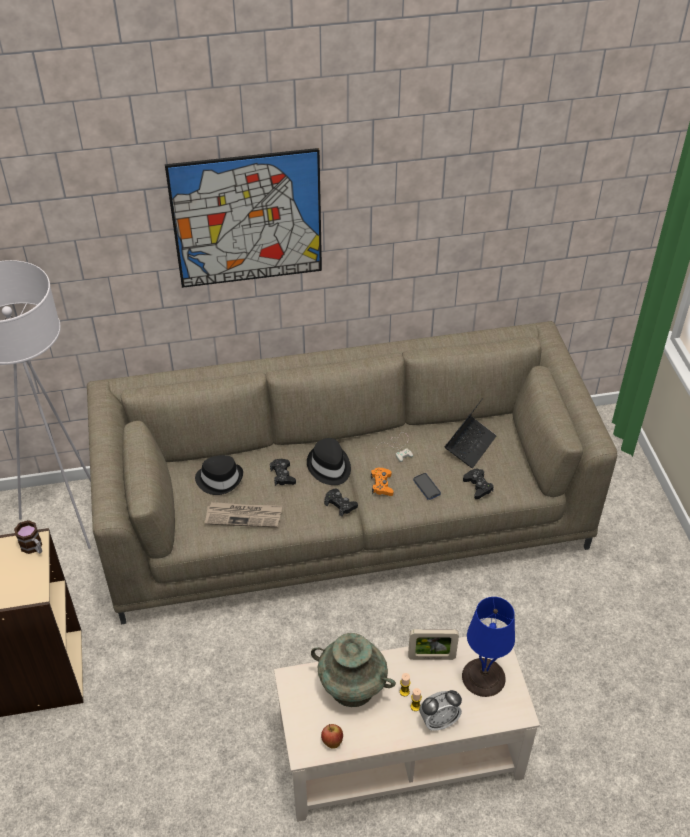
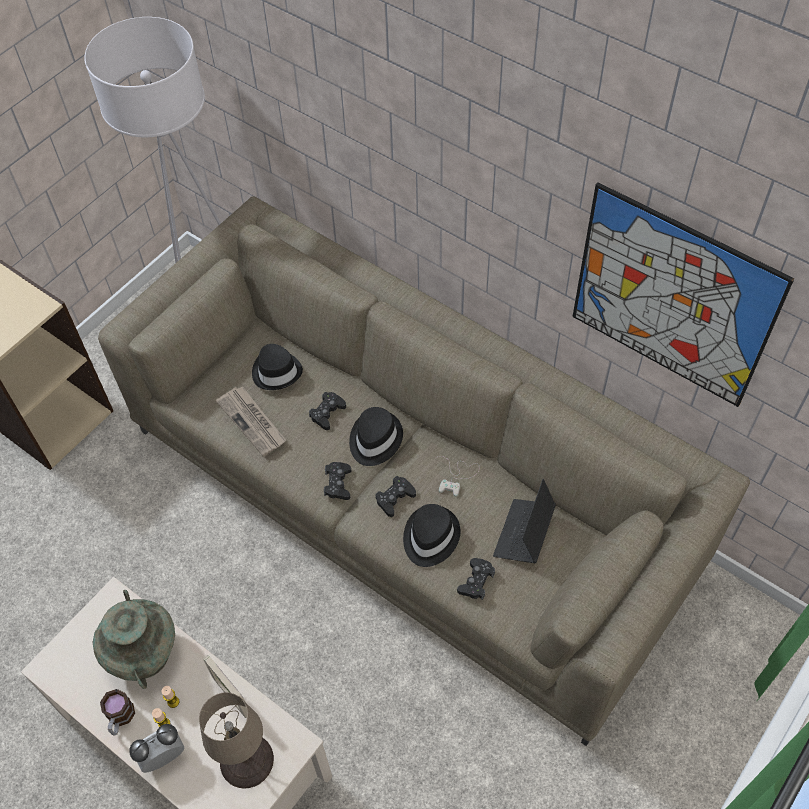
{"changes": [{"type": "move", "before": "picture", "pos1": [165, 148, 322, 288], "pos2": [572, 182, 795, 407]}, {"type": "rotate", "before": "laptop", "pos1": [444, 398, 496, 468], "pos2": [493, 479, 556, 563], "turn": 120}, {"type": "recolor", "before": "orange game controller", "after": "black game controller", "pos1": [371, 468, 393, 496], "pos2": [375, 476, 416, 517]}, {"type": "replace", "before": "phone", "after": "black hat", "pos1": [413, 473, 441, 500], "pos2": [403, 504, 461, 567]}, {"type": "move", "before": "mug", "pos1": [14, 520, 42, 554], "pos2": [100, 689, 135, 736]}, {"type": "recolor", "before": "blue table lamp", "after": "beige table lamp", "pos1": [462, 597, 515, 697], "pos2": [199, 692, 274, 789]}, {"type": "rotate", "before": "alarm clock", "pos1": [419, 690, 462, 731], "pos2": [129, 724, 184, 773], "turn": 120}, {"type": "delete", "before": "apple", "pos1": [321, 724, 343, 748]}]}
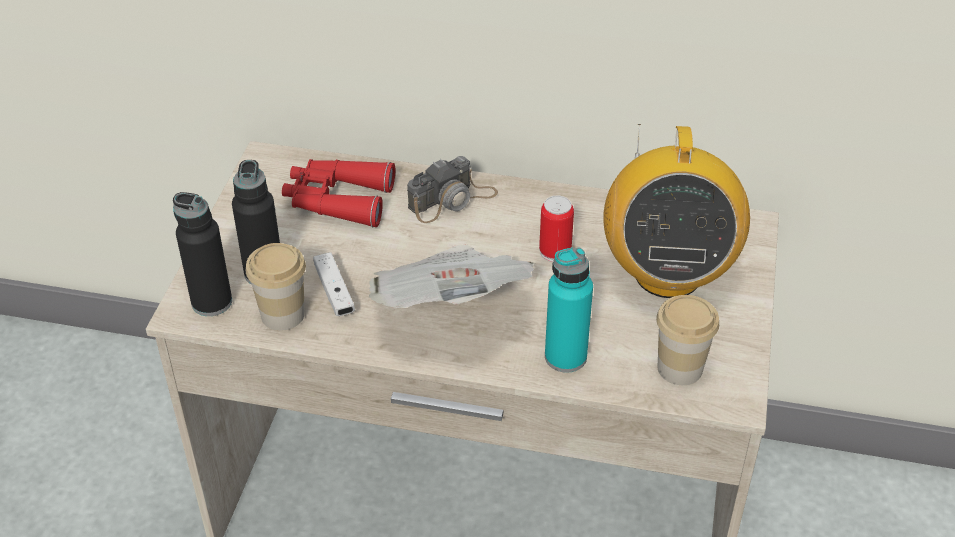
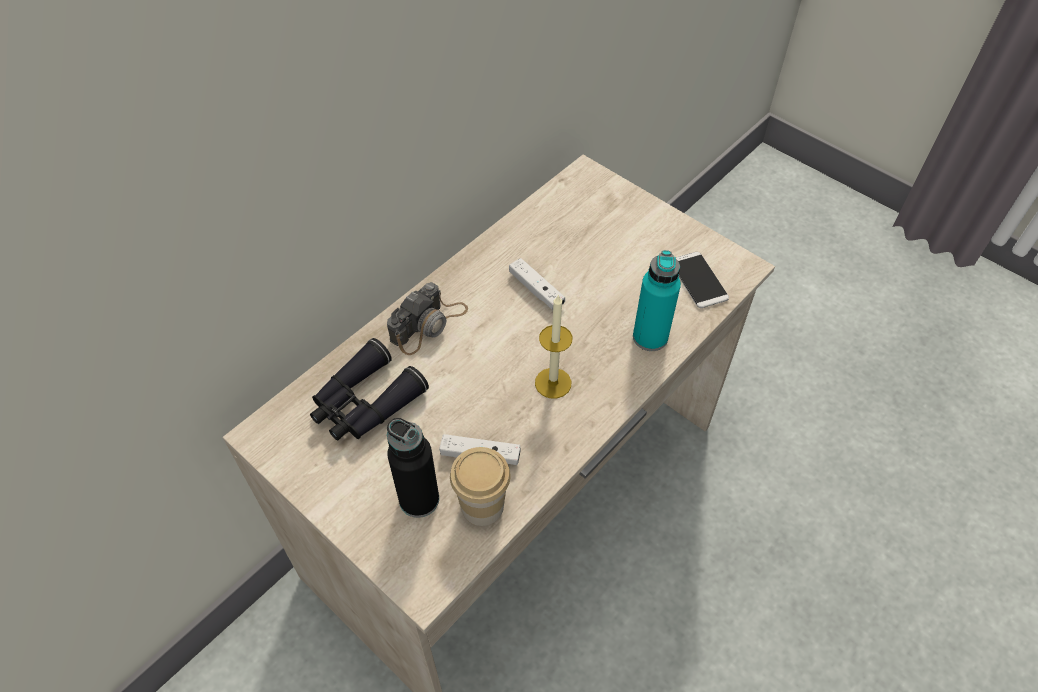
{"changes": [{"type": "delete", "before": "radio", "pos1": [603, 124, 750, 298]}, {"type": "rotate", "before": "photo camera", "pos1": [407, 156, 498, 223], "pos2": [387, 282, 468, 355], "turn": 45}, {"type": "recolor", "before": "red binoculars", "after": "black binoculars", "pos1": [282, 159, 395, 227], "pos2": [310, 338, 429, 440]}, {"type": "delete", "before": "black bottle", "pos1": [173, 192, 232, 316]}, {"type": "replace", "before": "can", "after": "white game controller", "pos1": [539, 196, 574, 262], "pos2": [509, 258, 565, 310]}, {"type": "replace", "before": "newspaper", "after": "candle", "pos1": [369, 245, 535, 308], "pos2": [535, 295, 572, 399]}, {"type": "replace", "before": "cup", "after": "phone", "pos1": [656, 295, 719, 385], "pos2": [676, 252, 729, 308]}]}
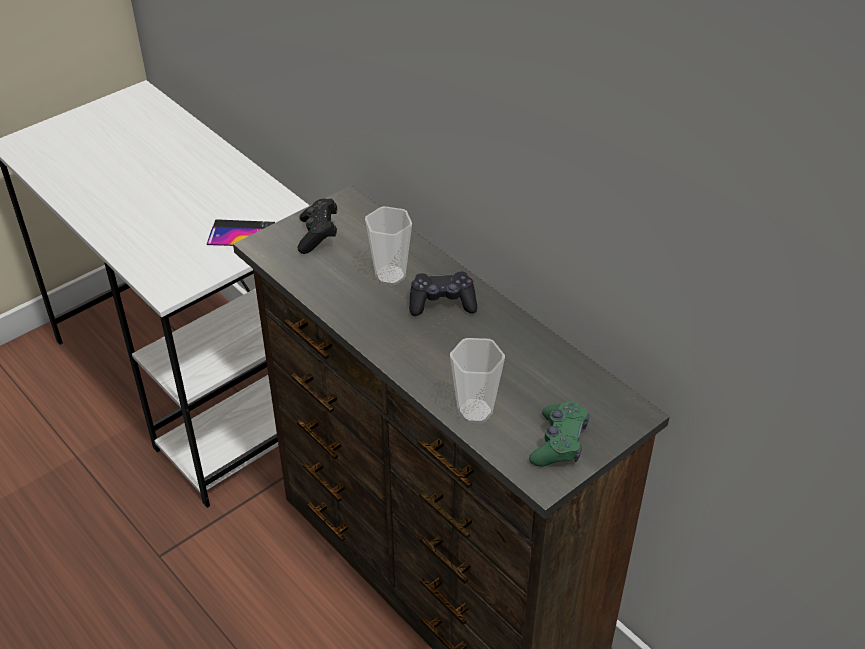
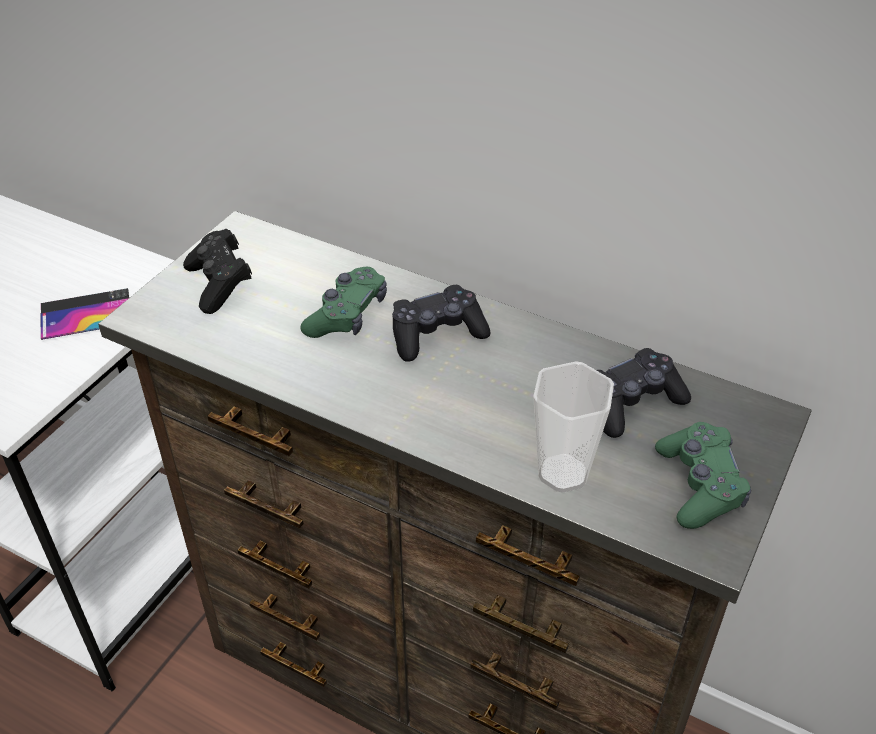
{"changes": [{"type": "replace", "before": "cup", "after": "green game controller", "pos1": [365, 206, 412, 285], "pos2": [301, 267, 387, 338]}, {"type": "insert", "after": "black game controller", "pos2": [596, 348, 691, 438]}]}
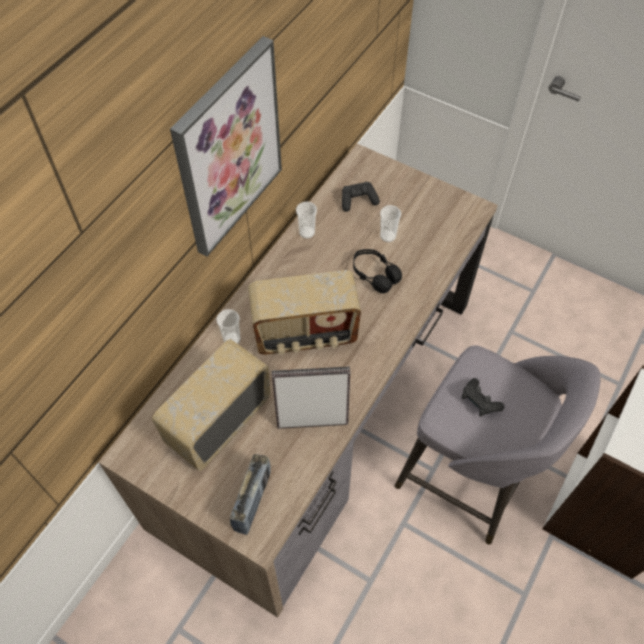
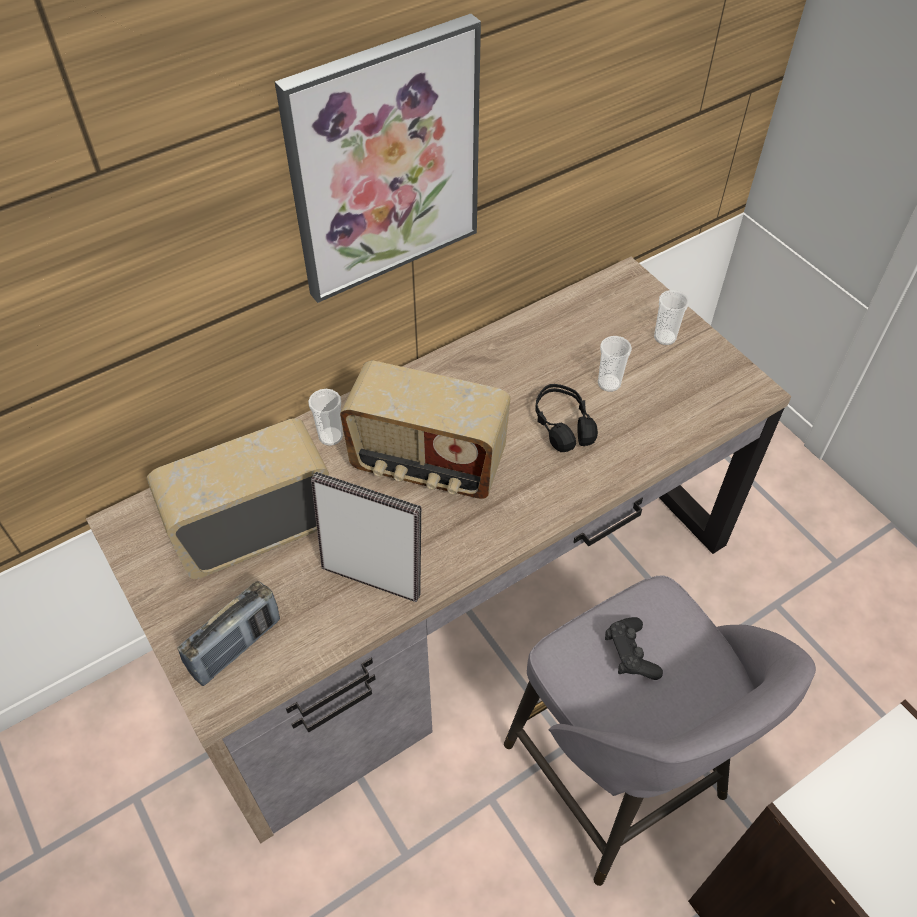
{"changes": [{"type": "delete", "before": "black game controller", "pos1": [342, 182, 380, 212]}, {"type": "move", "before": "cup", "pos1": [296, 202, 317, 239], "pos2": [654, 290, 689, 345]}]}
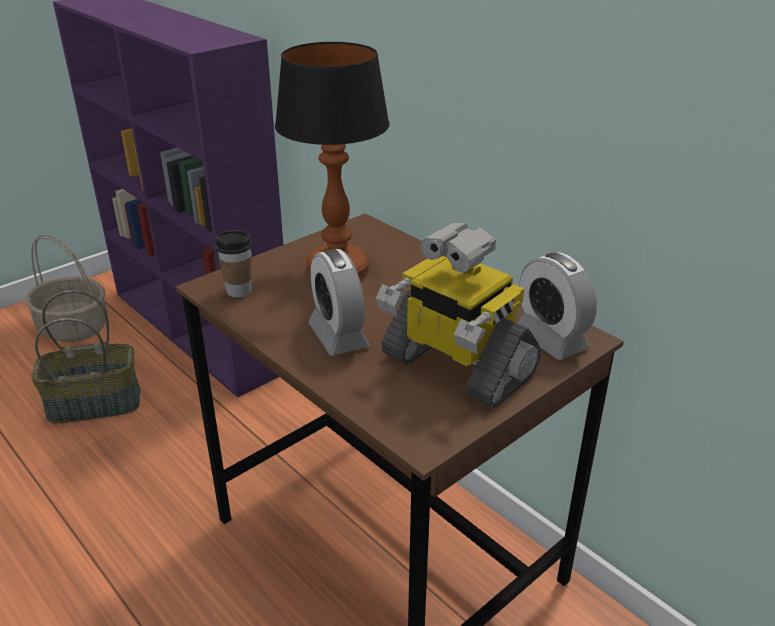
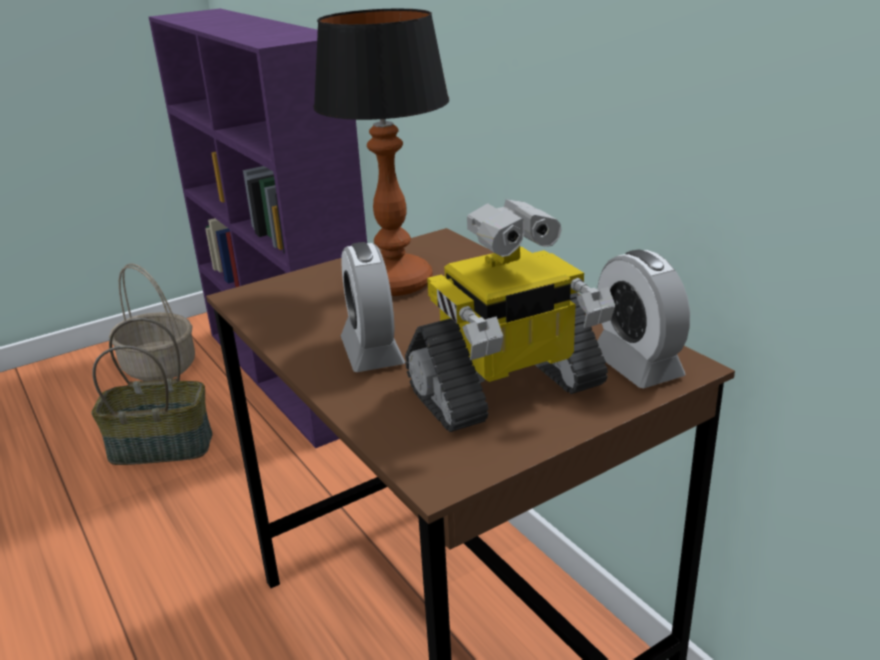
{"changes": [{"type": "rotate", "before": "toy robot", "pos1": [376, 223, 541, 408], "pos2": [405, 199, 615, 432], "turn": -75}, {"type": "delete", "before": "cup", "pos1": [215, 230, 252, 298]}]}
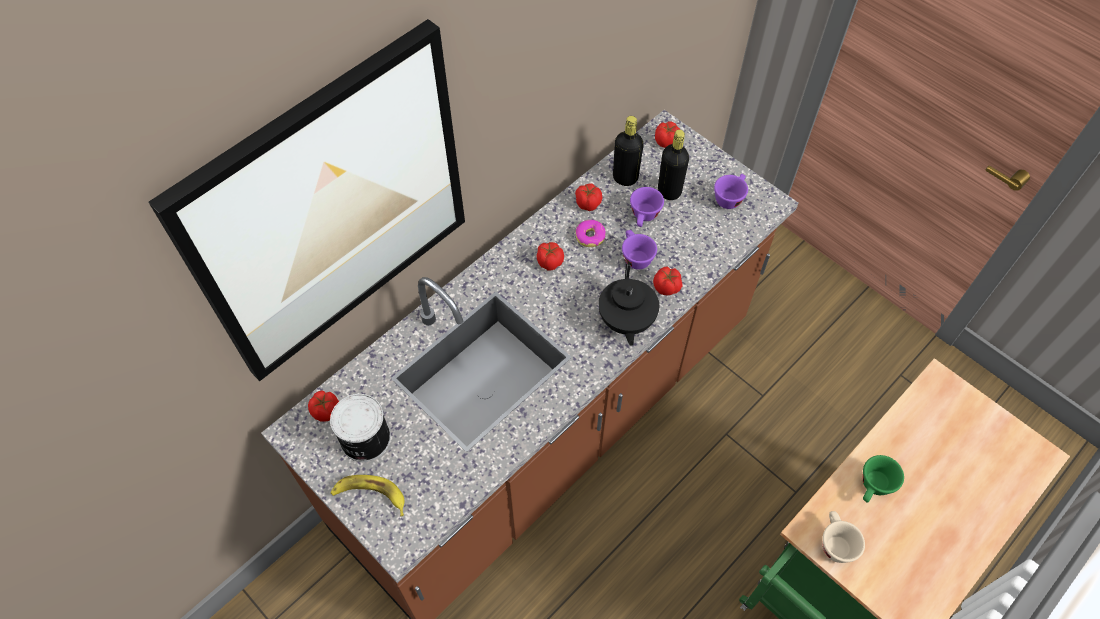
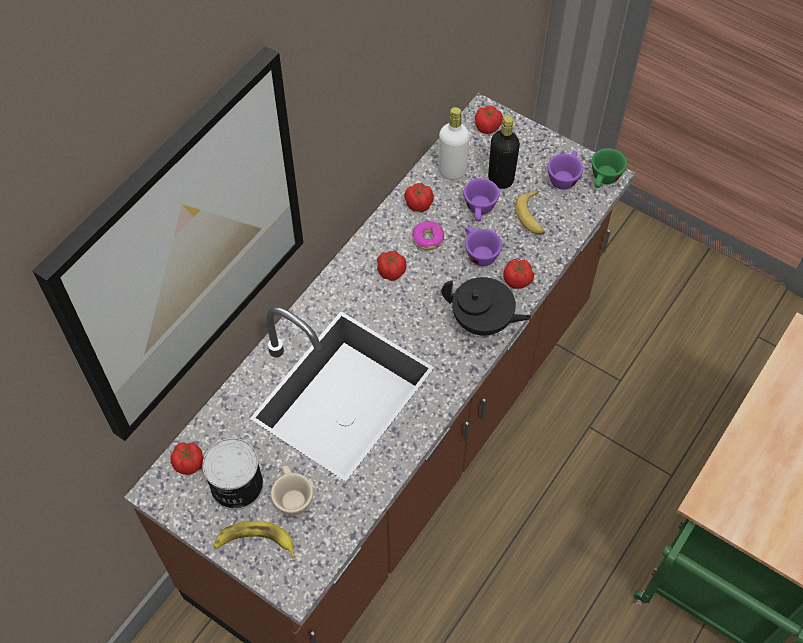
{"changes": [{"type": "recolor", "before": "black bottle", "after": "white bottle", "pos1": [613, 116, 644, 186], "pos2": [439, 107, 470, 180]}, {"type": "rotate", "before": "black teapot", "pos1": [599, 263, 659, 346], "pos2": [441, 277, 532, 336], "turn": -60}, {"type": "move", "before": "green cup", "pos1": [862, 455, 904, 503], "pos2": [591, 148, 627, 188]}, {"type": "move", "before": "beige cup", "pos1": [822, 511, 865, 563], "pos2": [271, 465, 313, 516]}, {"type": "insert", "after": "banana", "pos2": [515, 189, 545, 235]}]}
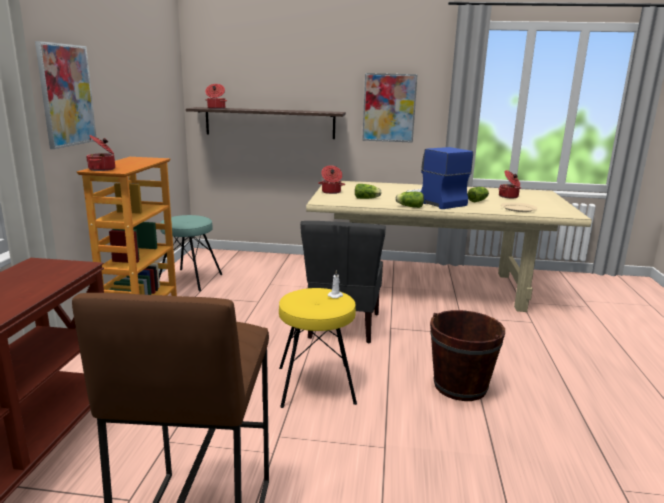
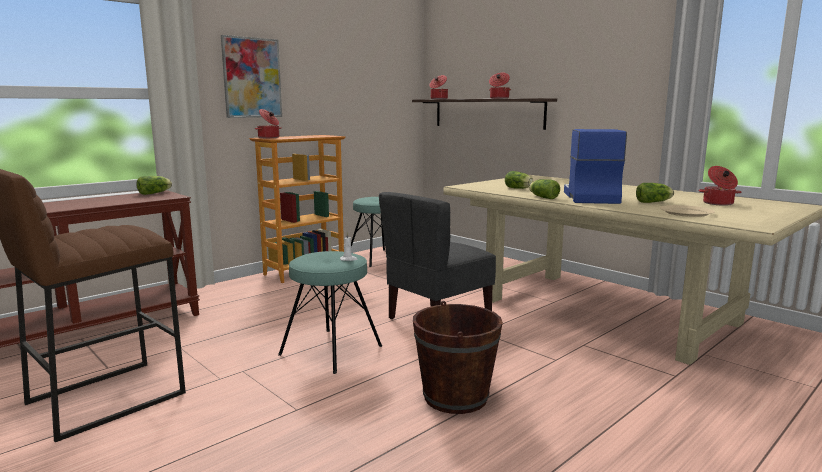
{"changes": [{"type": "delete", "before": "picture", "pos1": [362, 73, 418, 143]}, {"type": "move", "before": "cooking pot", "pos1": [318, 165, 345, 194], "pos2": [489, 72, 511, 99]}, {"type": "recolor", "before": "yellow stool", "after": "turquoise stool", "pos1": [279, 288, 357, 408], "pos2": [278, 251, 382, 374]}, {"type": "insert", "after": "lettuce", "pos2": [136, 176, 172, 195]}]}
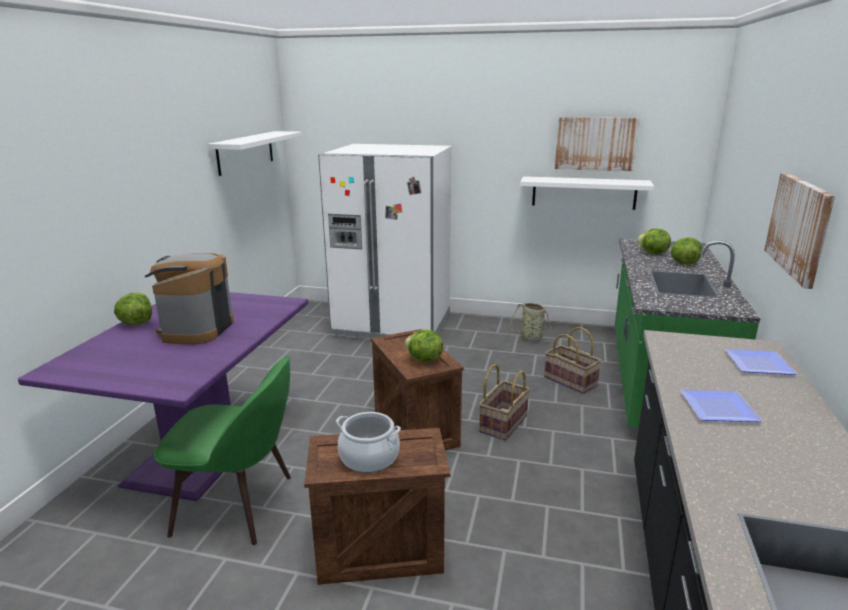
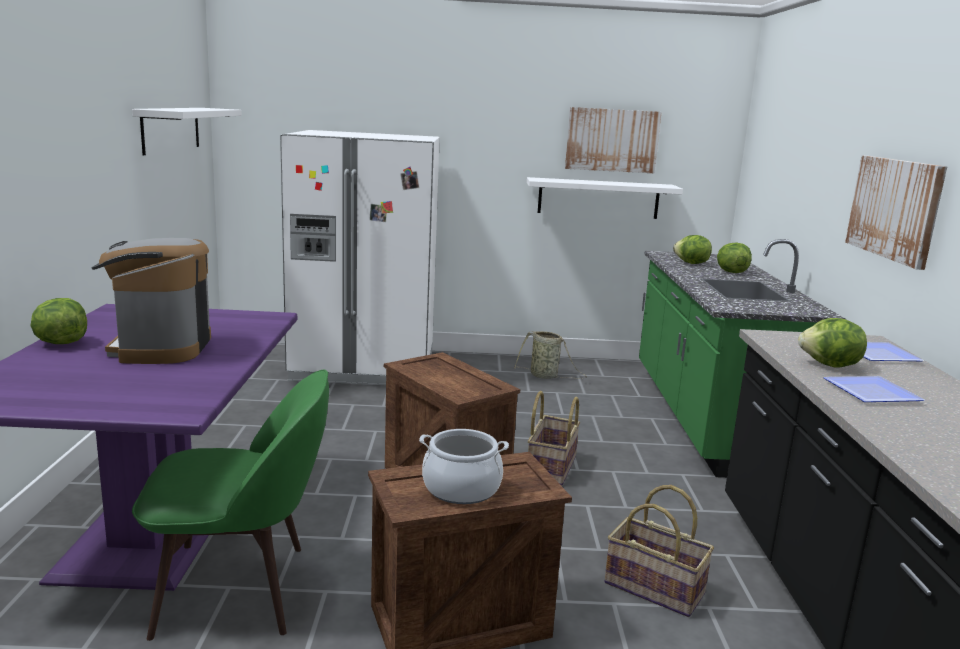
{"changes": [{"type": "move", "before": "basket", "pos1": [544, 327, 602, 394], "pos2": [605, 485, 714, 617]}, {"type": "move", "before": "lettuce", "pos1": [405, 329, 443, 362], "pos2": [798, 318, 867, 368]}]}
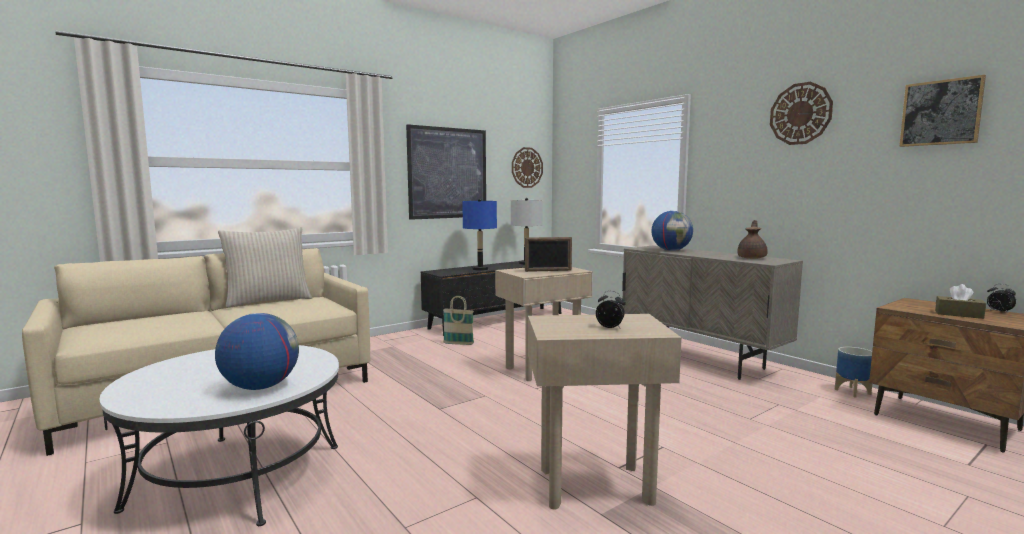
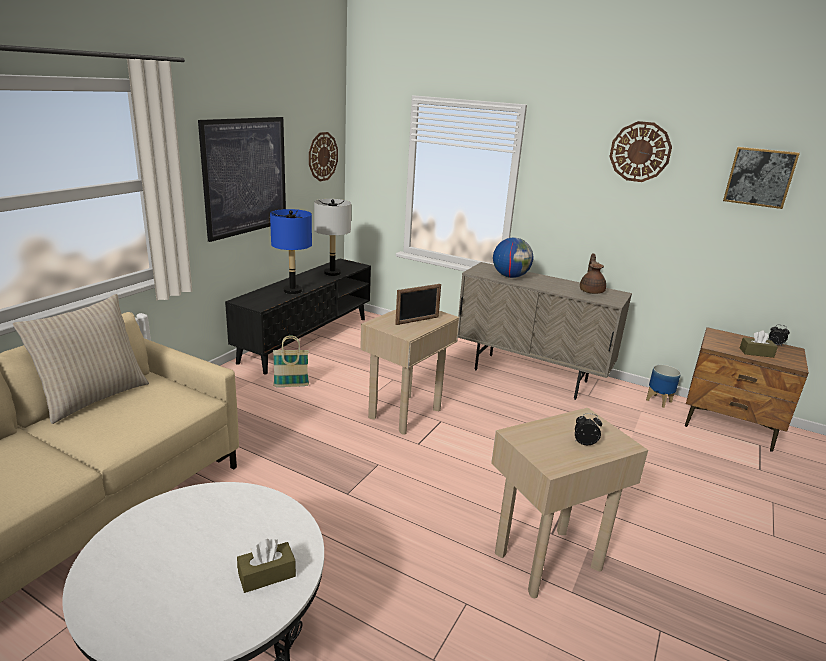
{"changes": [{"type": "replace", "before": "globe", "after": "brown tissue box", "pos1": [215, 313, 299, 390], "pos2": [237, 539, 296, 593]}]}
